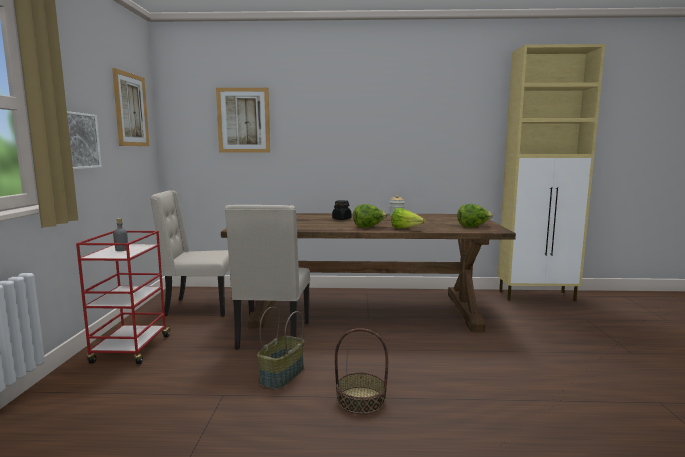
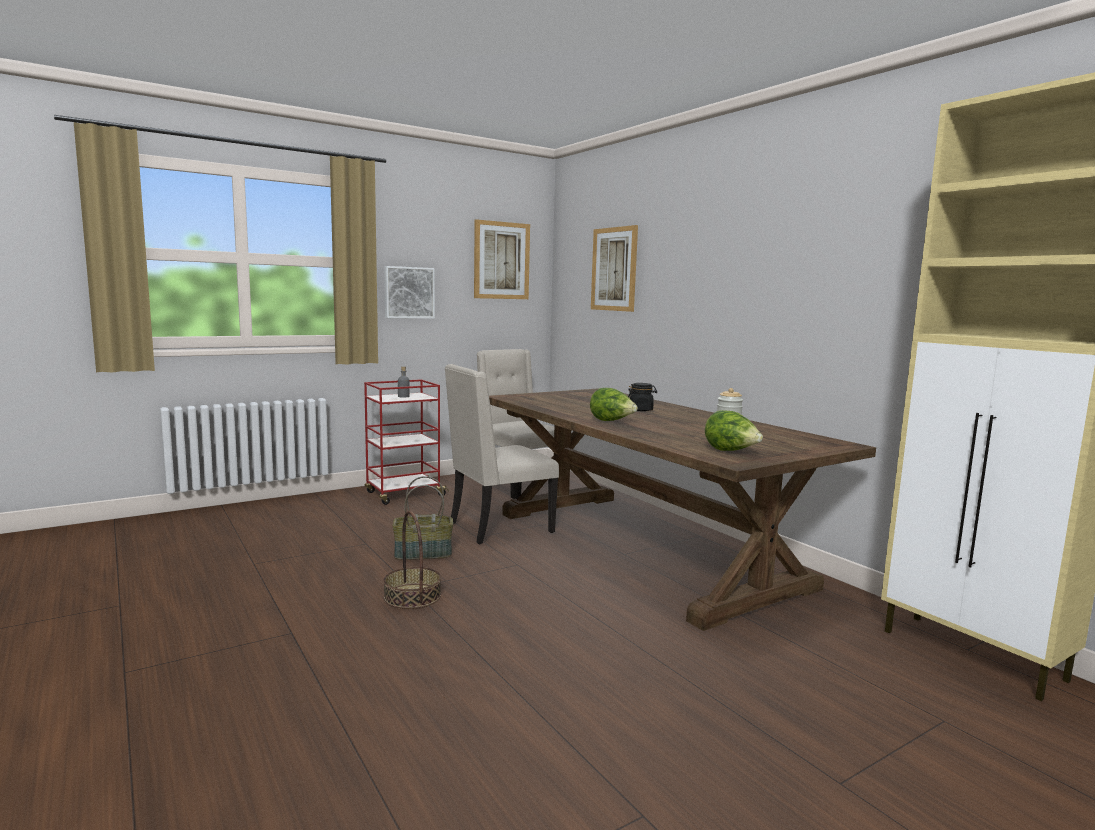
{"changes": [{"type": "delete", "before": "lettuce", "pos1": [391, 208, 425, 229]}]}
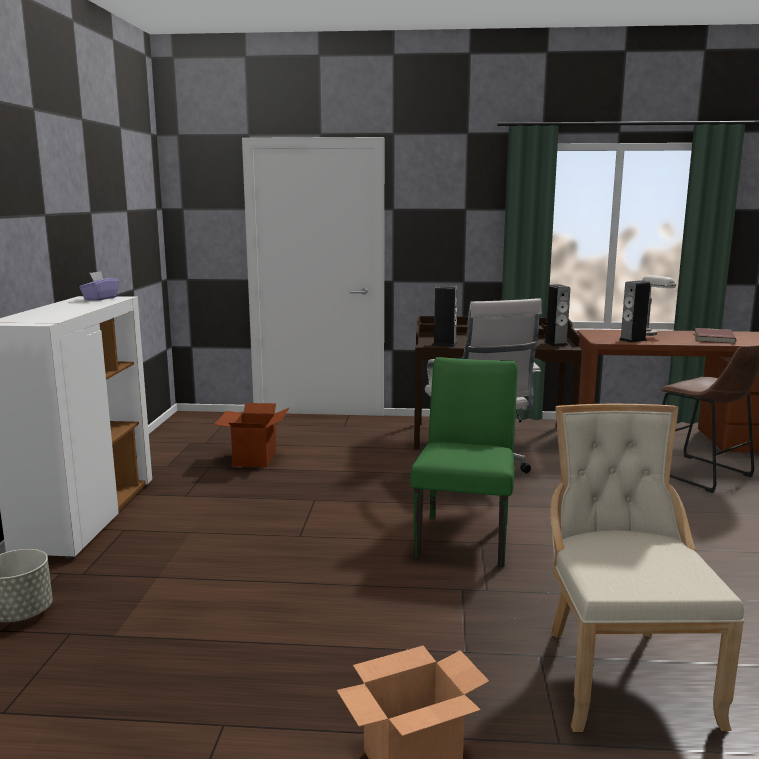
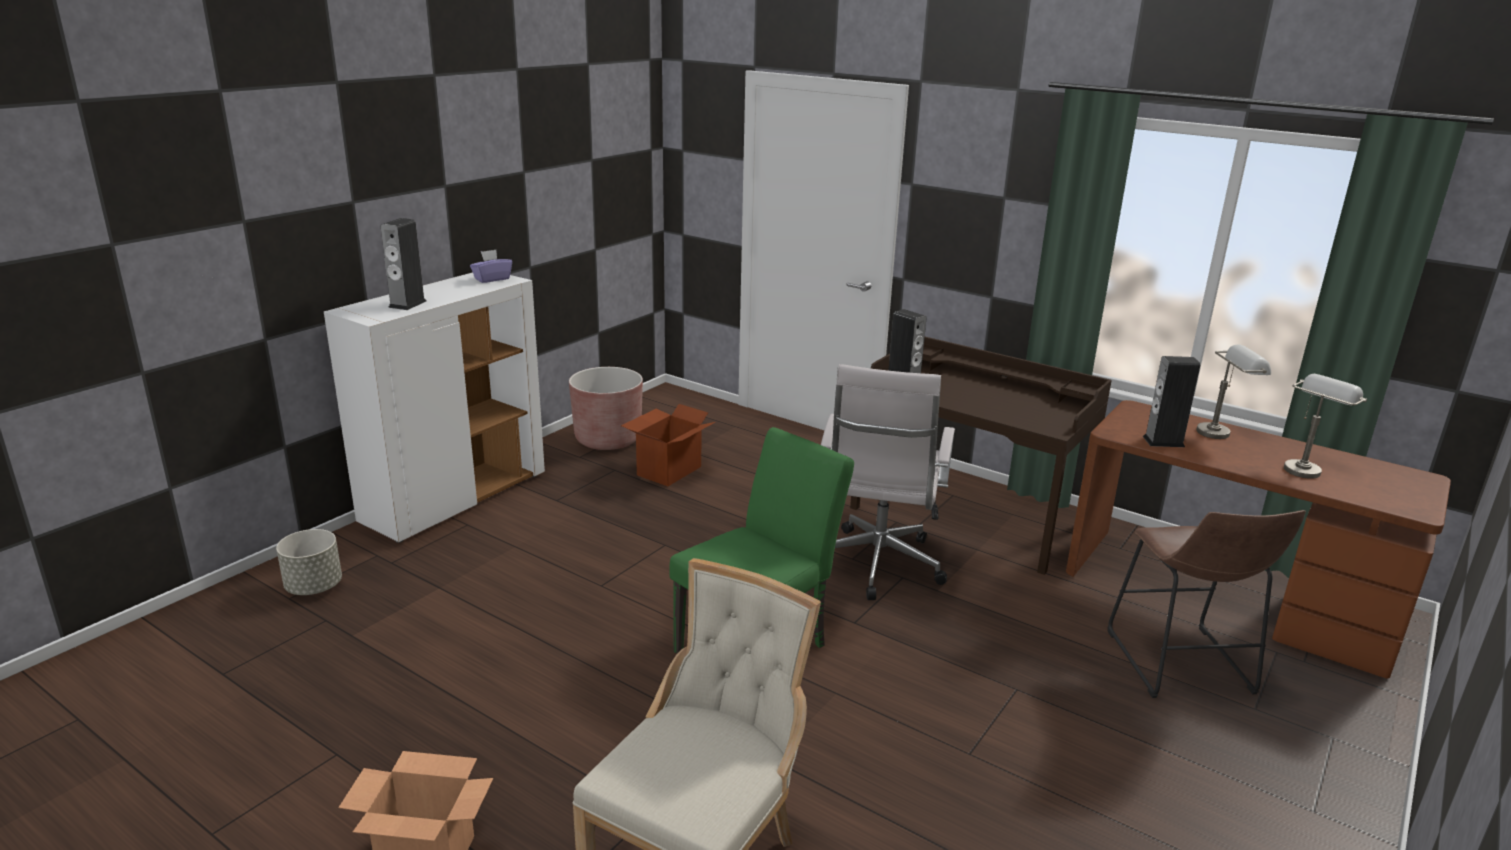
{"changes": [{"type": "move", "before": "speaker", "pos1": [544, 284, 570, 346], "pos2": [381, 218, 426, 310]}, {"type": "replace", "before": "red book", "after": "grey table lamp", "pos1": [695, 328, 736, 344], "pos2": [1284, 374, 1367, 479]}, {"type": "insert", "after": "brown planter", "pos2": [569, 367, 643, 450]}]}
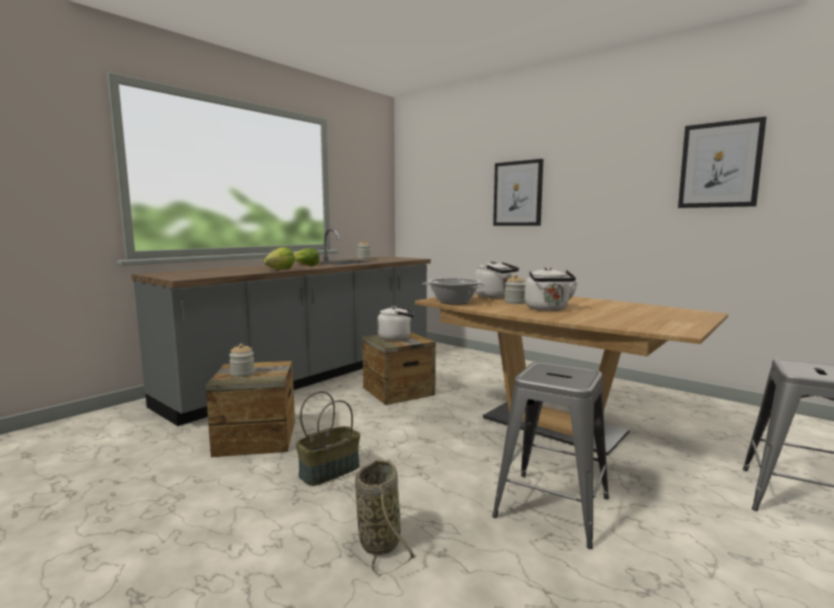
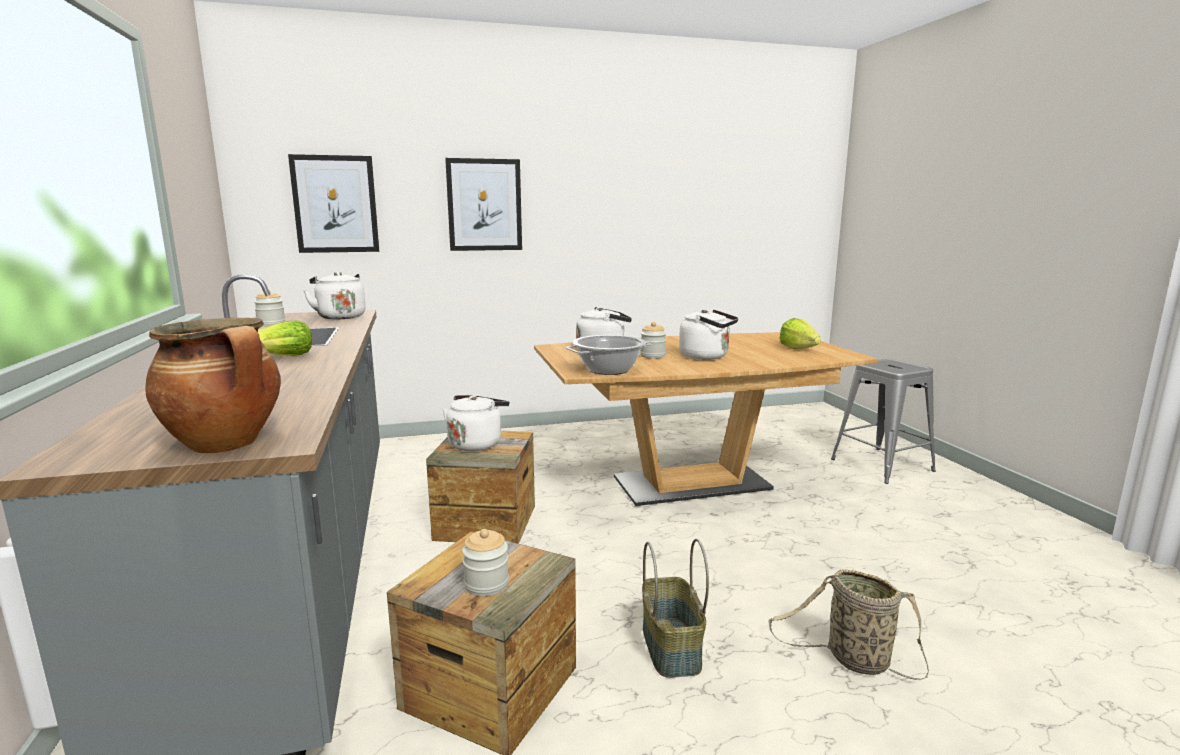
{"changes": [{"type": "move", "before": "picture", "pos1": [678, 117, 767, 208], "pos2": [288, 154, 379, 253]}, {"type": "move", "before": "lettuce", "pos1": [263, 247, 295, 269], "pos2": [779, 318, 821, 349]}, {"type": "delete", "before": "grey stool", "pos1": [492, 362, 609, 549]}, {"type": "insert", "after": "white kettle", "pos2": [303, 272, 366, 319]}, {"type": "insert", "after": "cooking pot", "pos2": [145, 318, 281, 453]}]}
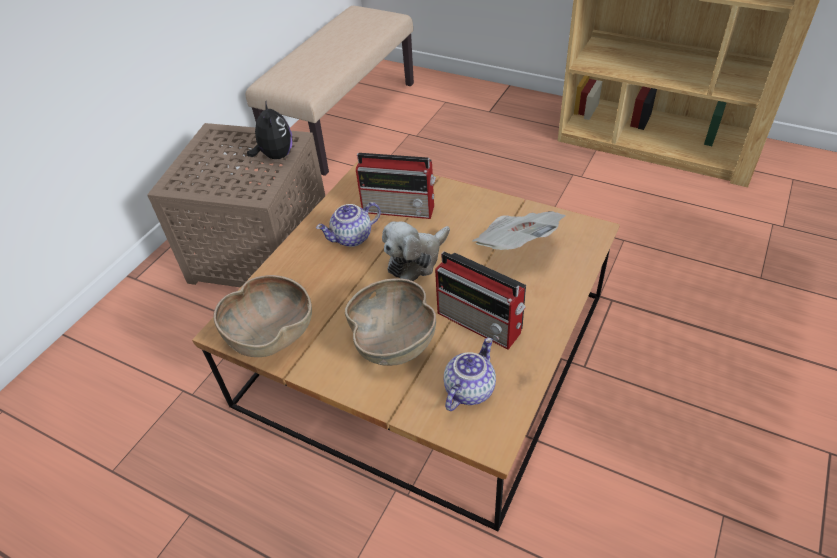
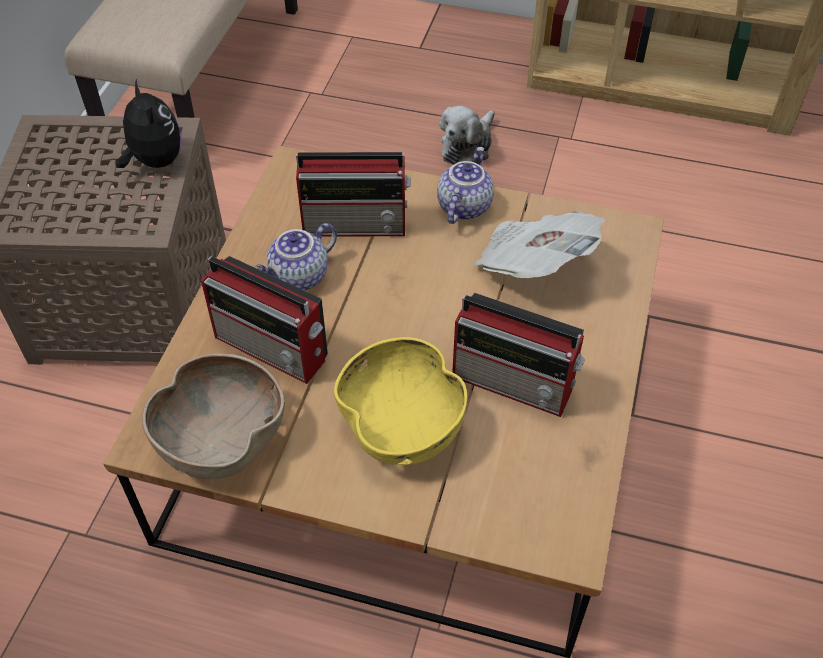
{"changes": [{"type": "move", "before": "plush toy", "pos1": [382, 221, 450, 281], "pos2": [440, 106, 495, 165]}, {"type": "recolor", "before": "brown bowl", "after": "yellow bowl", "pos1": [345, 278, 436, 366], "pos2": [334, 337, 467, 465]}, {"type": "move", "before": "teapot", "pos1": [444, 338, 496, 411], "pos2": [437, 147, 494, 224]}, {"type": "insert", "after": "radio", "pos2": [201, 256, 328, 384]}]}
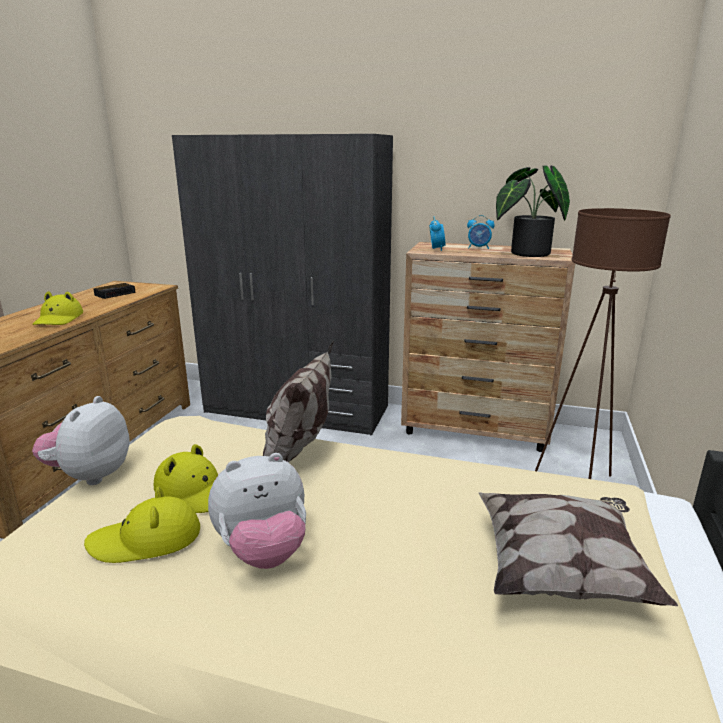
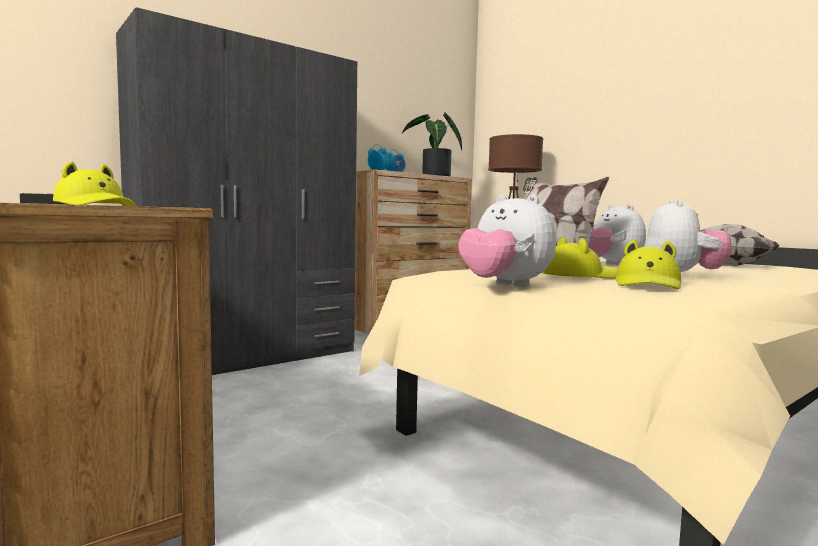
{"changes": [{"type": "insert", "after": "plush toy", "pos2": [588, 204, 646, 266]}]}
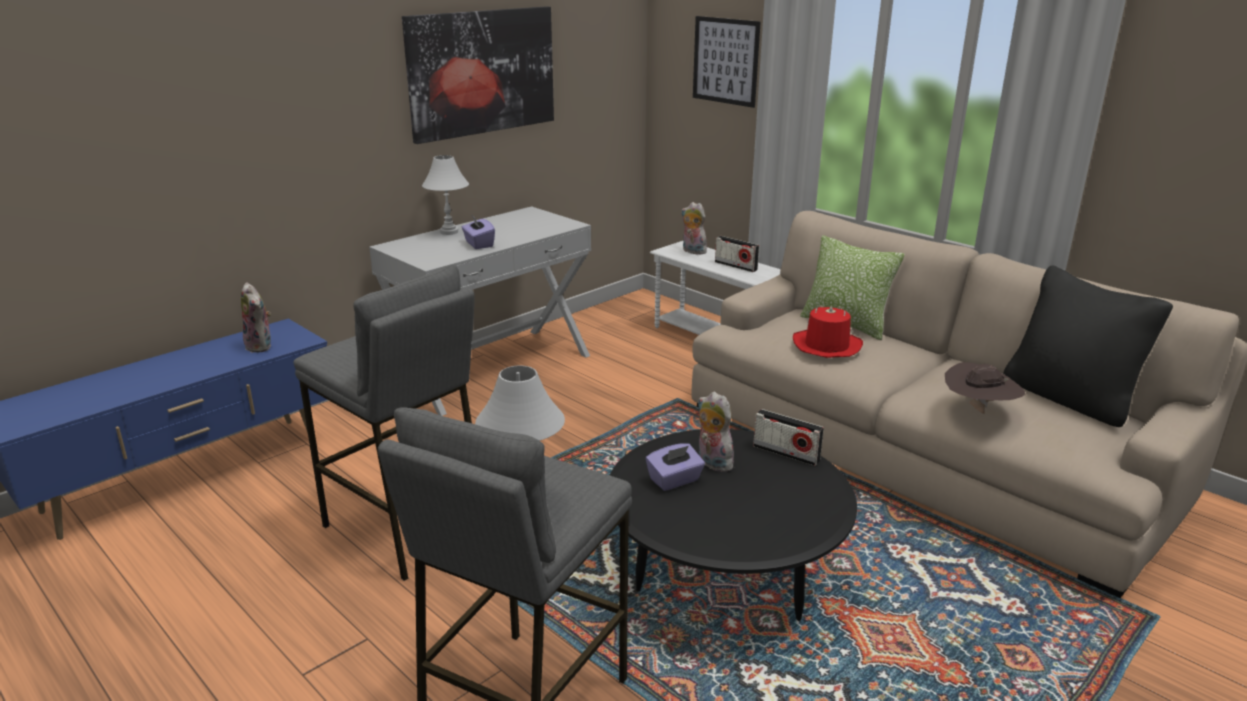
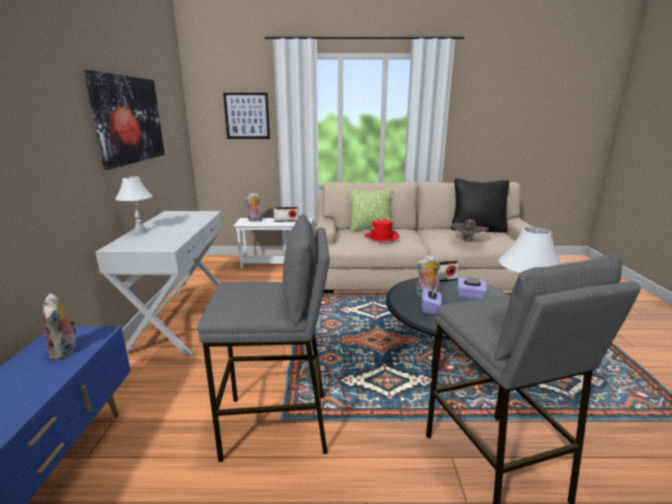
{"changes": [{"type": "move", "before": "purple tissue box", "pos1": [462, 214, 495, 249], "pos2": [457, 277, 487, 299]}, {"type": "rotate", "before": "plush toy", "pos1": [241, 282, 271, 353], "pos2": [42, 293, 76, 360], "turn": 60}]}
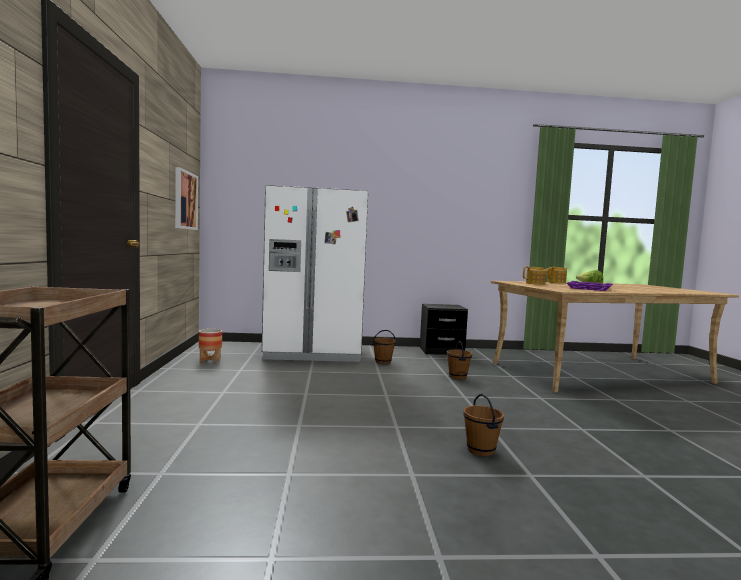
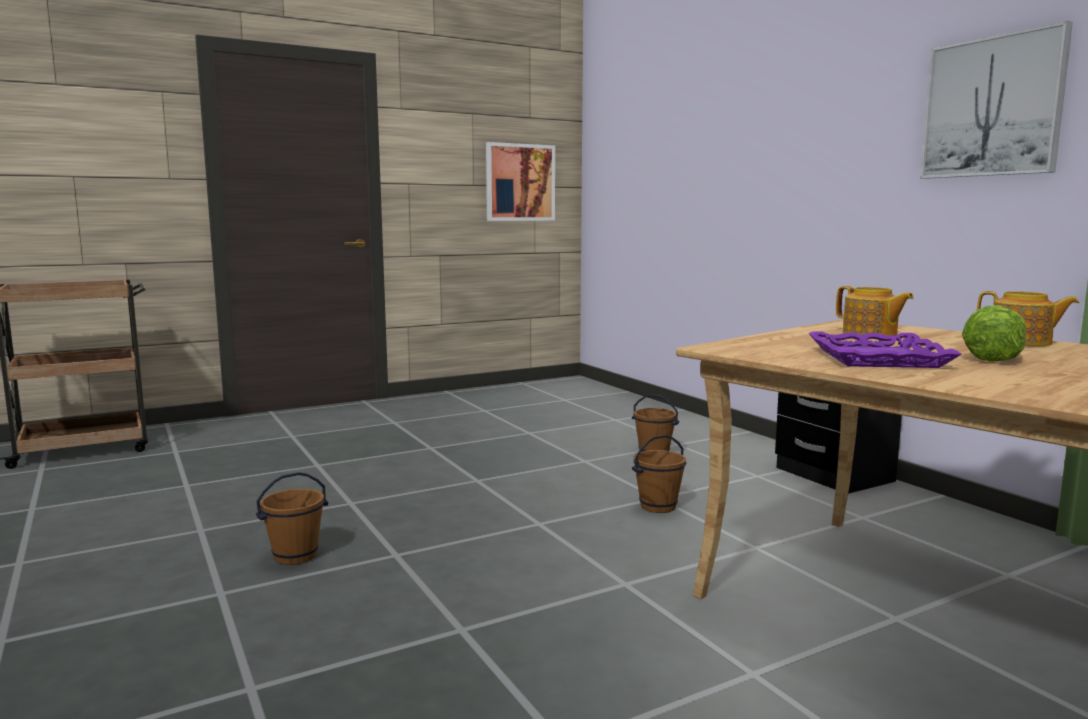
{"changes": [{"type": "delete", "before": "white fridge", "pos1": [262, 185, 368, 362]}, {"type": "delete", "before": "planter", "pos1": [199, 329, 222, 363]}, {"type": "insert", "after": "picture", "pos2": [920, 21, 1073, 179]}]}
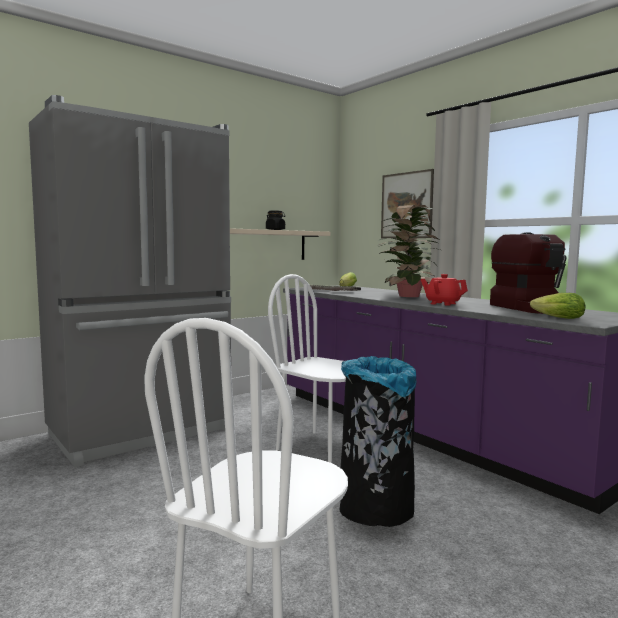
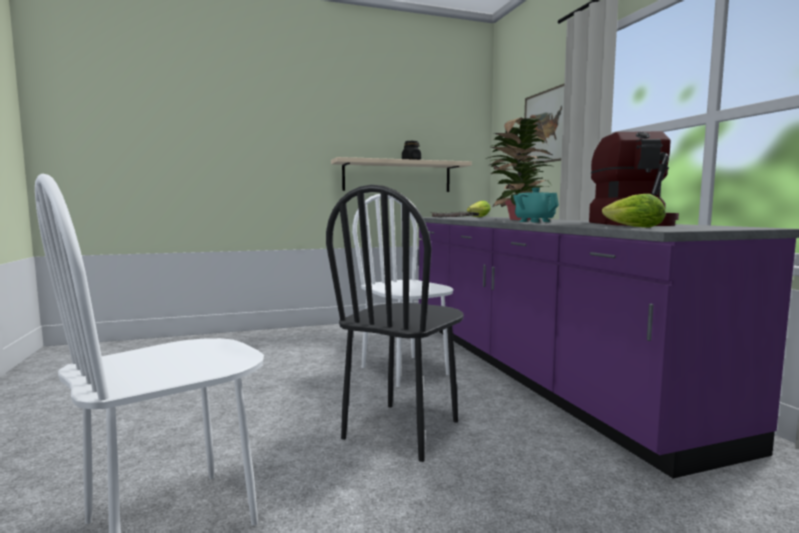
{"changes": [{"type": "delete", "before": "grey fridge", "pos1": [29, 95, 231, 467]}, {"type": "recolor", "before": "red teapot", "after": "turquoise teapot", "pos1": [421, 274, 468, 306], "pos2": [513, 188, 559, 222]}, {"type": "replace", "before": "black trash can", "after": "black chair", "pos1": [340, 356, 417, 527], "pos2": [326, 185, 464, 462]}]}
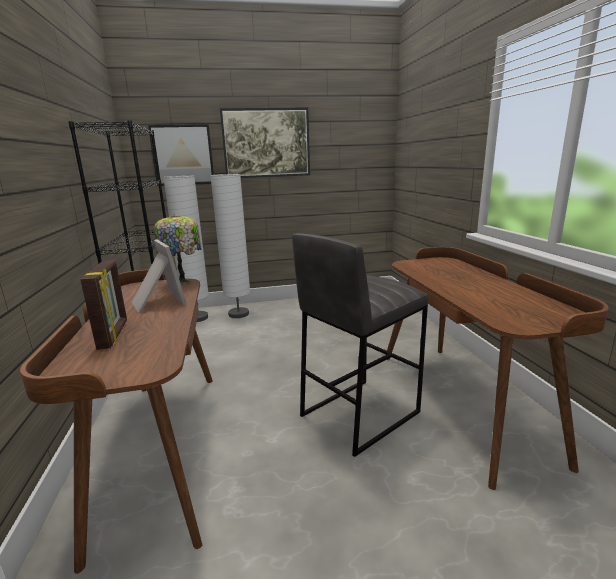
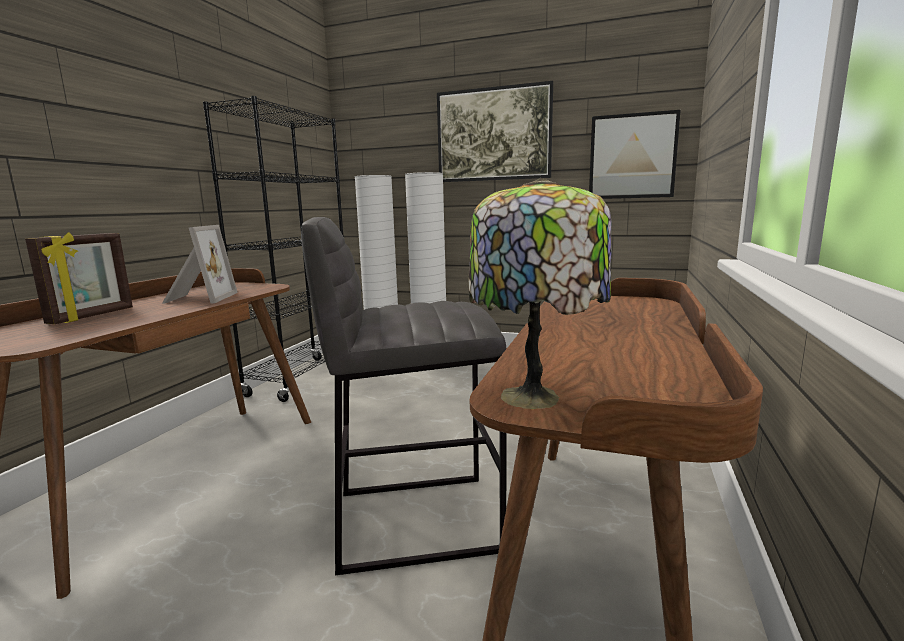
{"changes": [{"type": "move", "before": "picture", "pos1": [148, 124, 214, 186], "pos2": [589, 110, 681, 199]}, {"type": "move", "before": "table lamp", "pos1": [154, 214, 201, 286], "pos2": [468, 178, 612, 409]}]}
